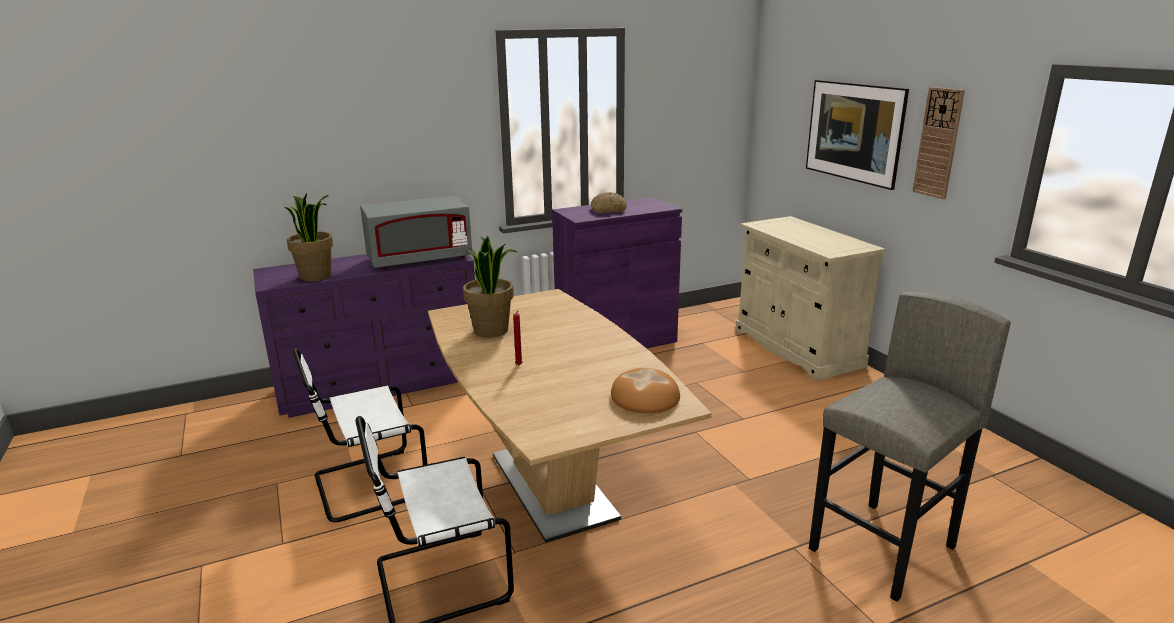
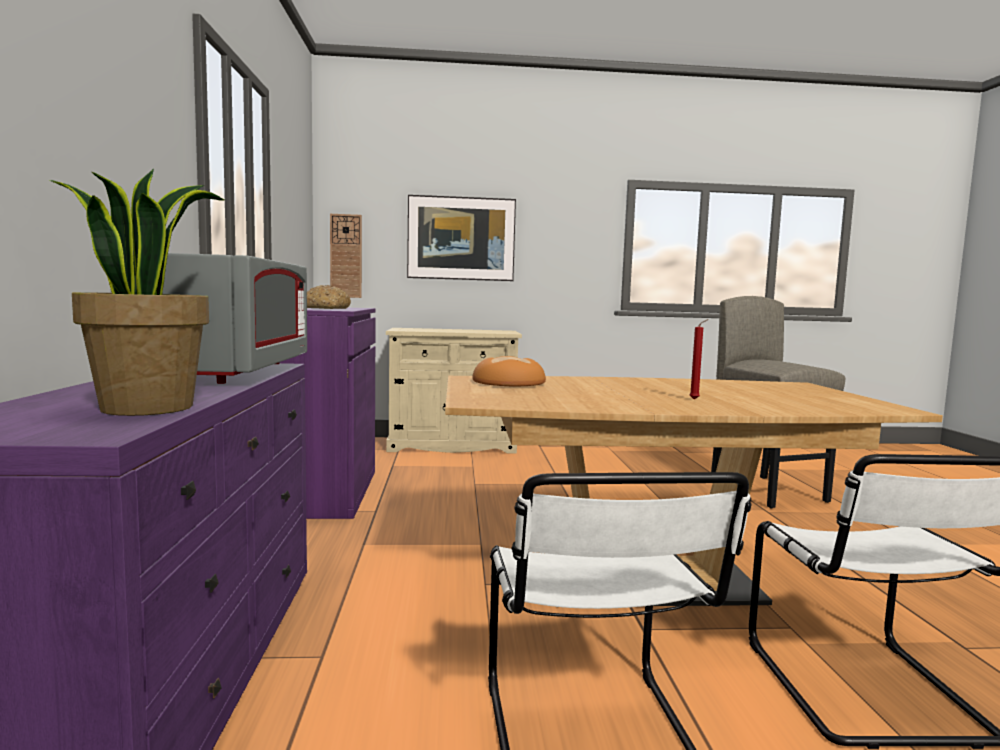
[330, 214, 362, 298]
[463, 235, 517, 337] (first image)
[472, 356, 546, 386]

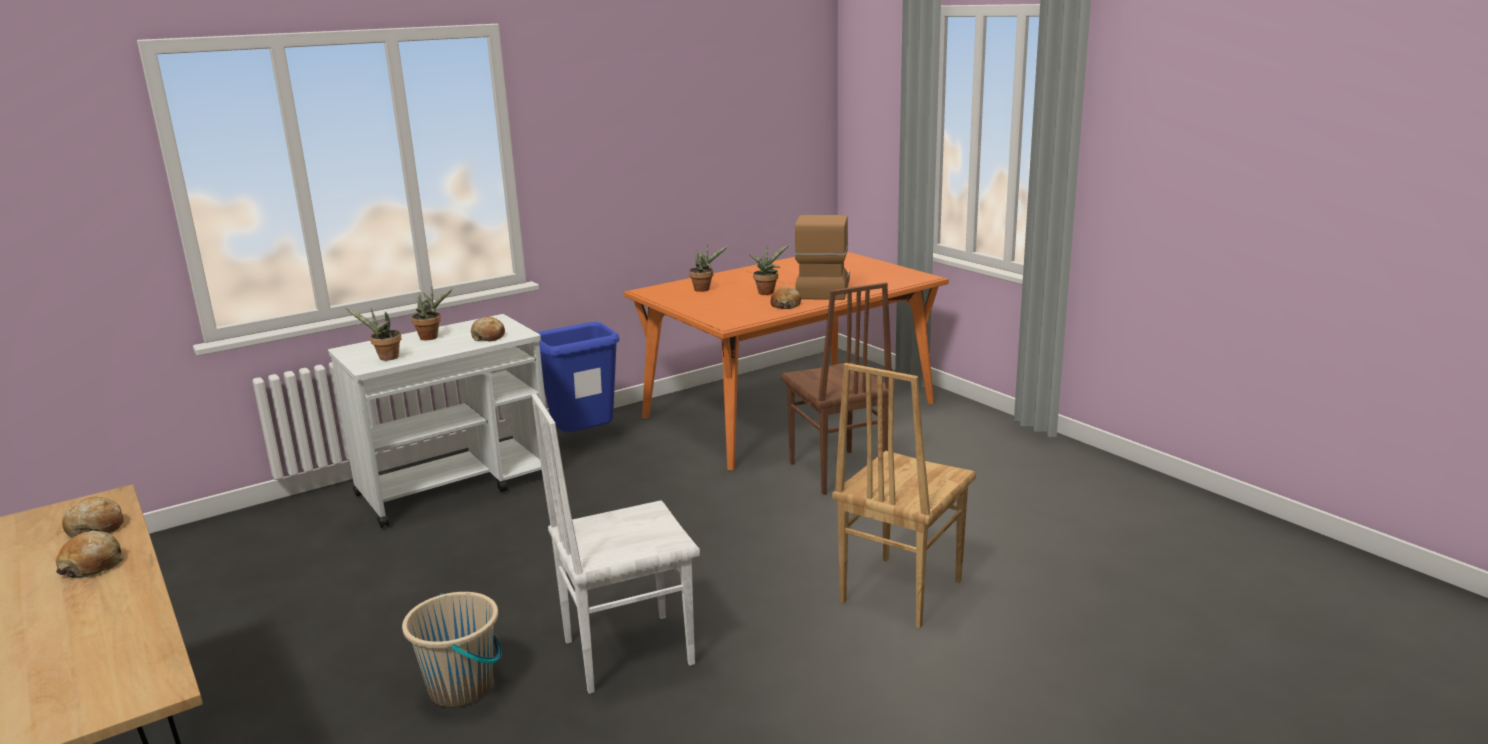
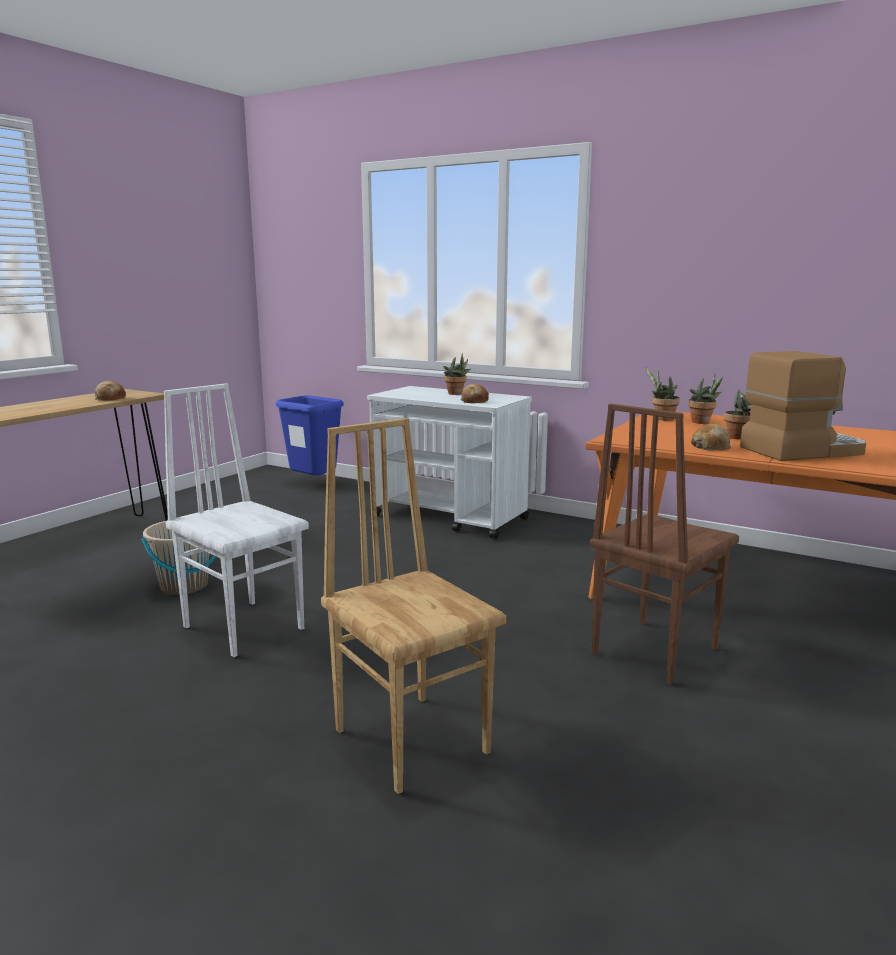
[646, 368, 680, 420]
[276, 395, 344, 475]
[321, 418, 506, 794]
[56, 530, 124, 578] (first image)

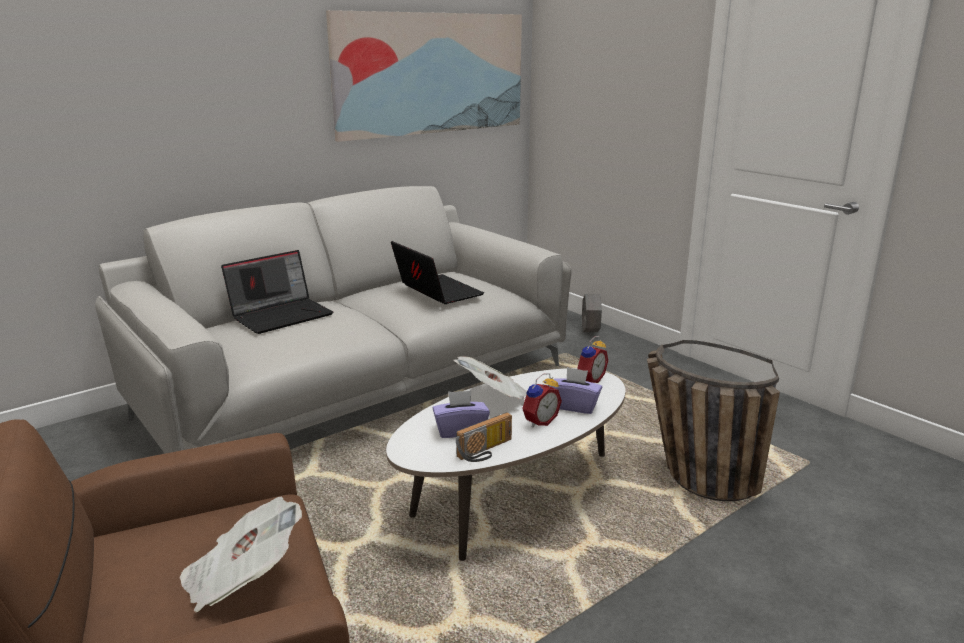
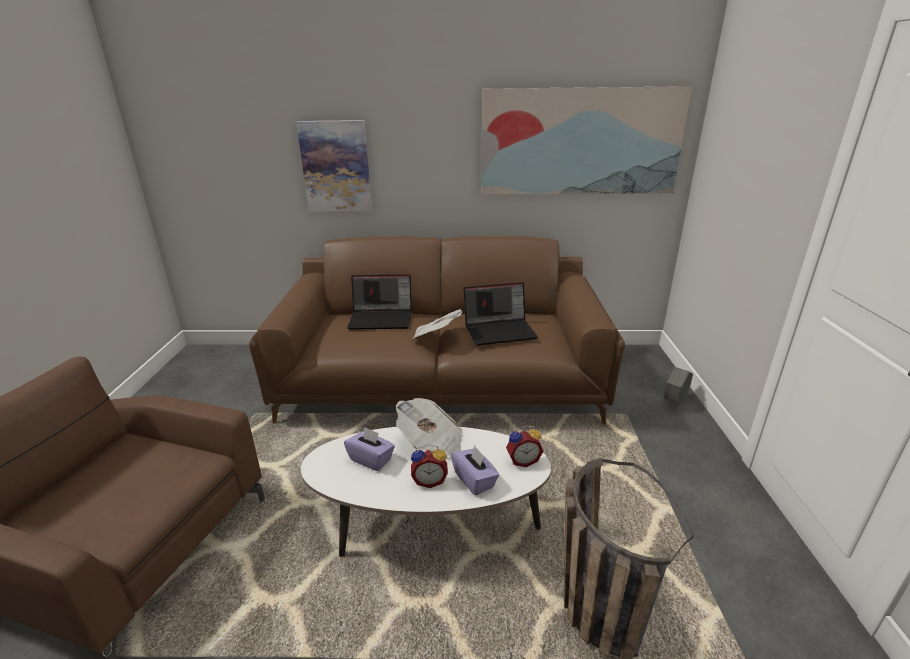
[249, 236, 625, 425]
[464, 282, 538, 345]
[456, 412, 512, 462] (first image)
[413, 309, 463, 338]
[296, 120, 372, 211]

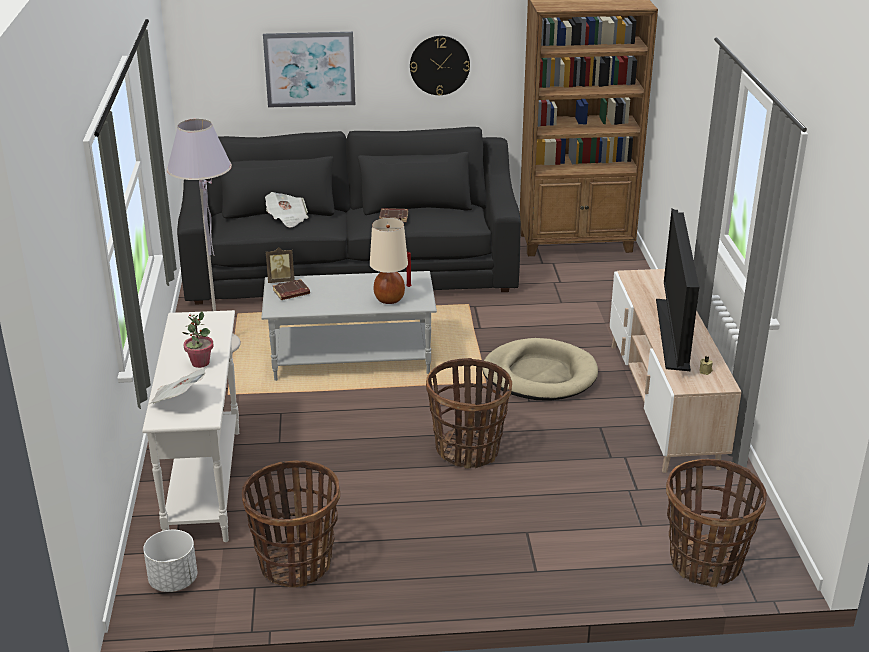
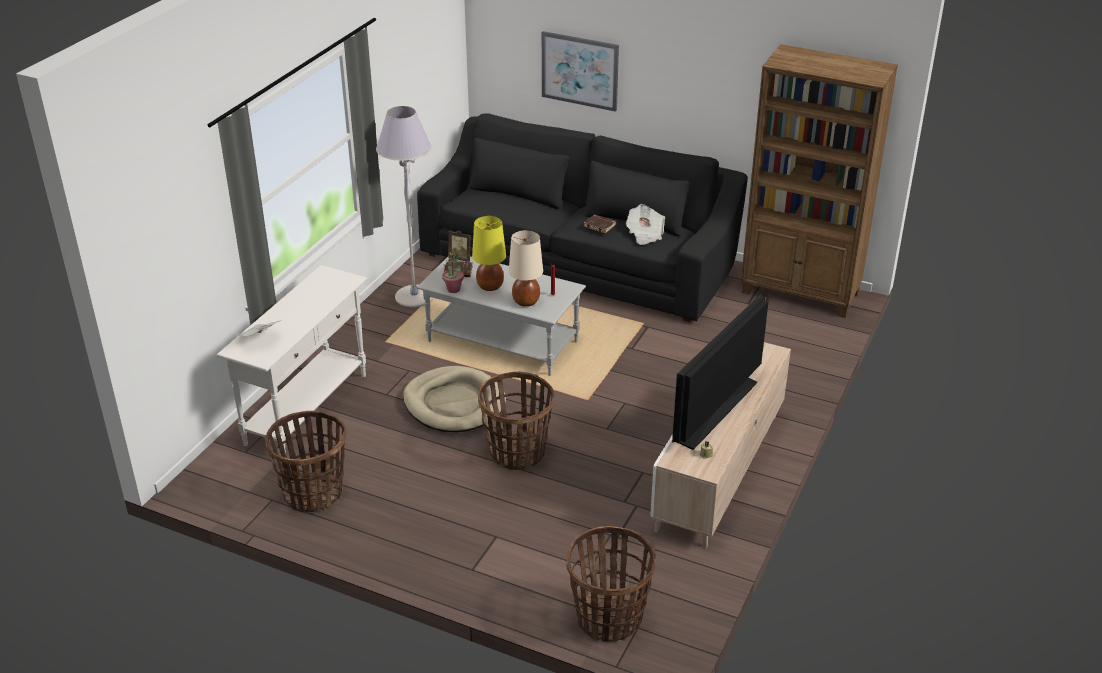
[410, 36, 470, 96] (first image)
[626, 204, 665, 245]
[442, 253, 464, 293]
[403, 366, 506, 432]
[143, 530, 197, 592] (first image)
[472, 216, 506, 291]

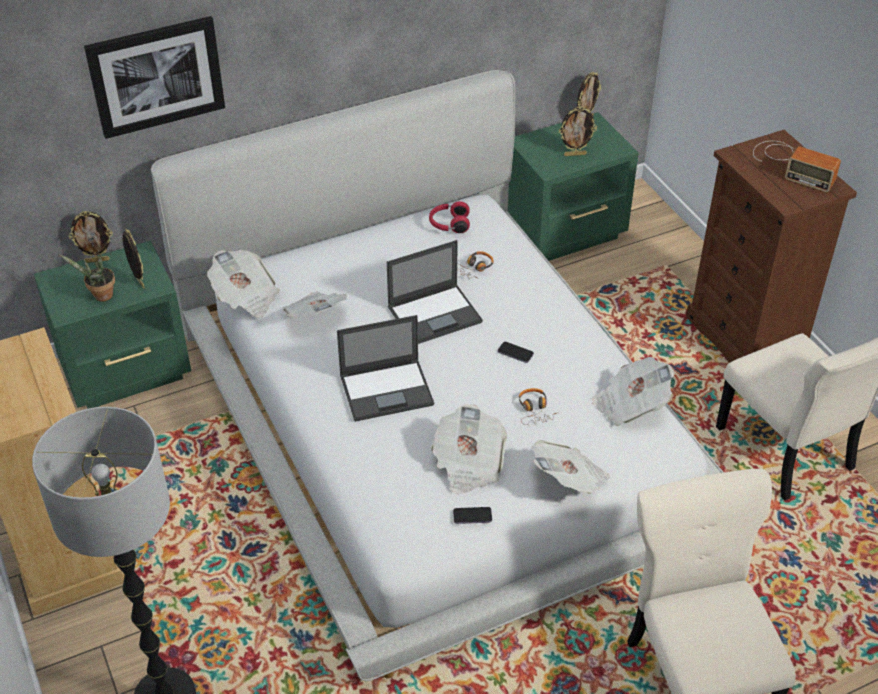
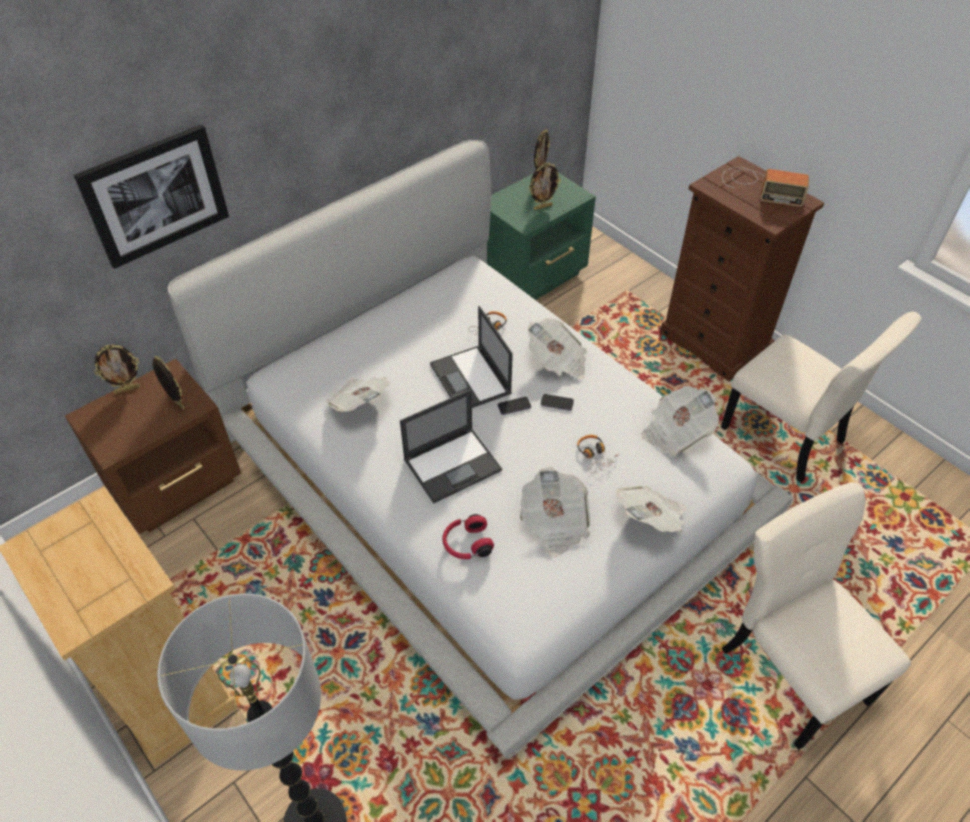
[442, 514, 494, 559]
[430, 306, 513, 408]
[65, 359, 241, 534]
[528, 319, 587, 379]
[58, 254, 115, 302] (first image)
[498, 397, 531, 415]

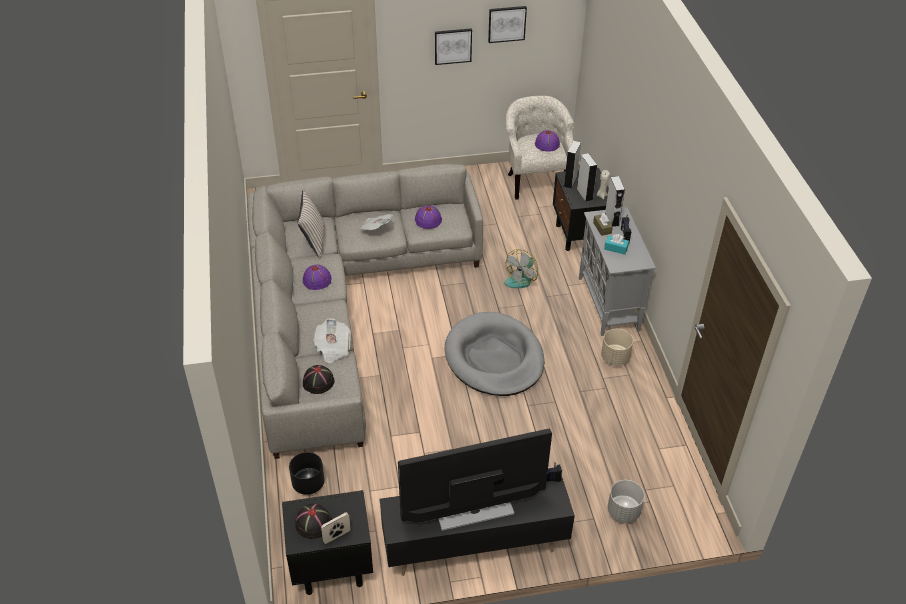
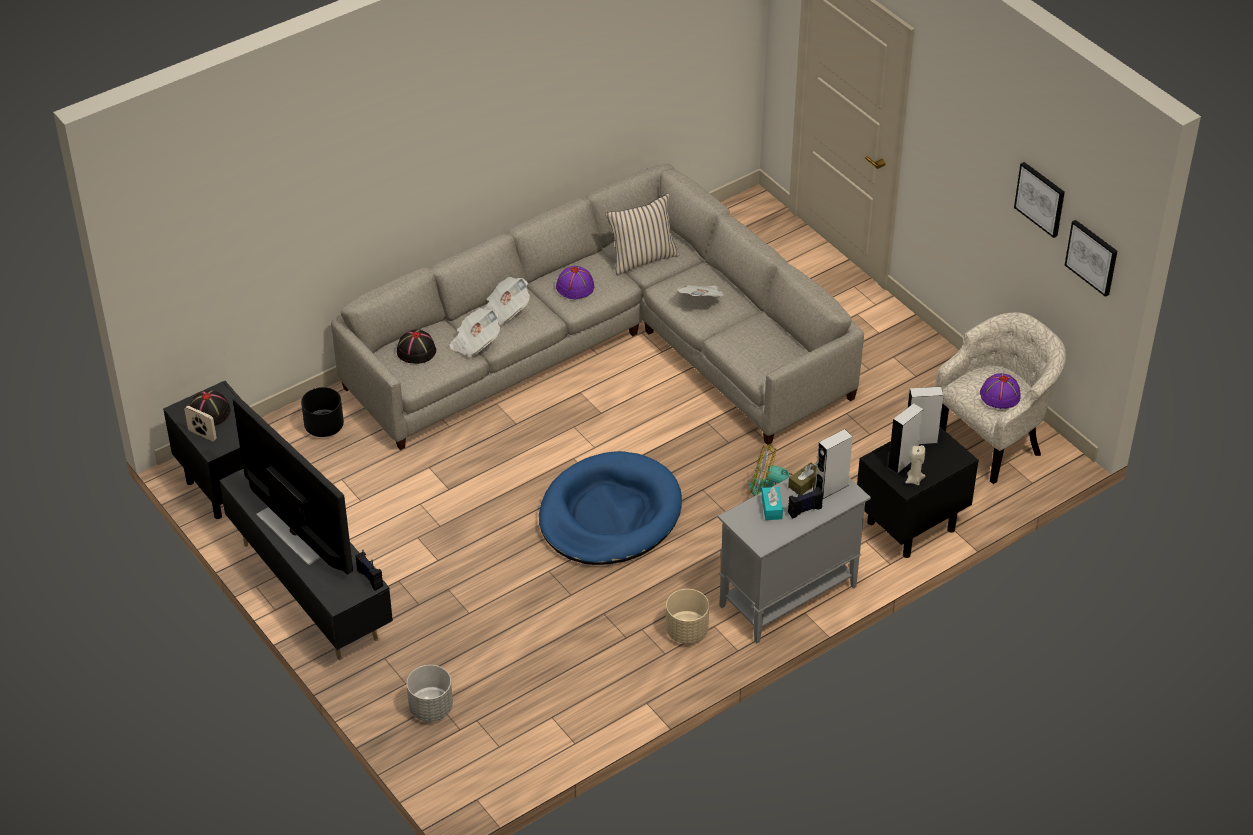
[1065, 220, 1117, 297]
[415, 205, 442, 229] (first image)
[539, 451, 682, 565]
[484, 277, 530, 325]

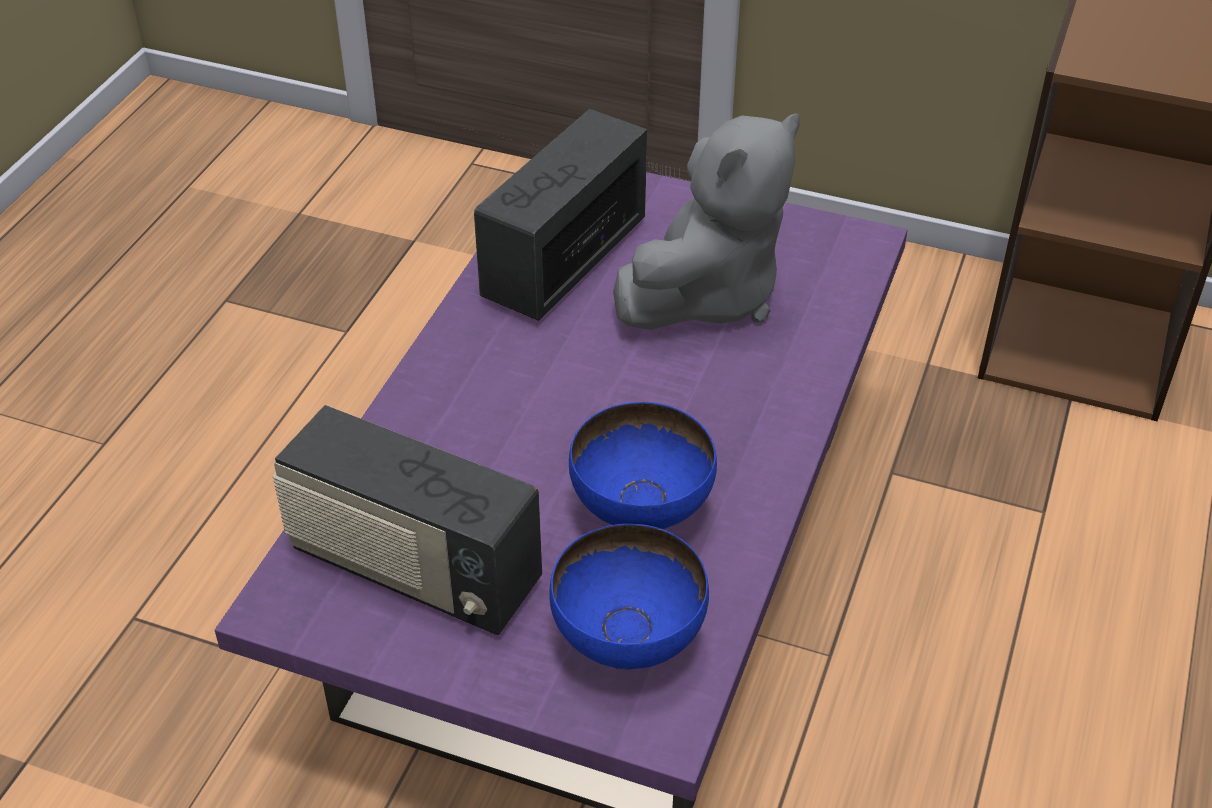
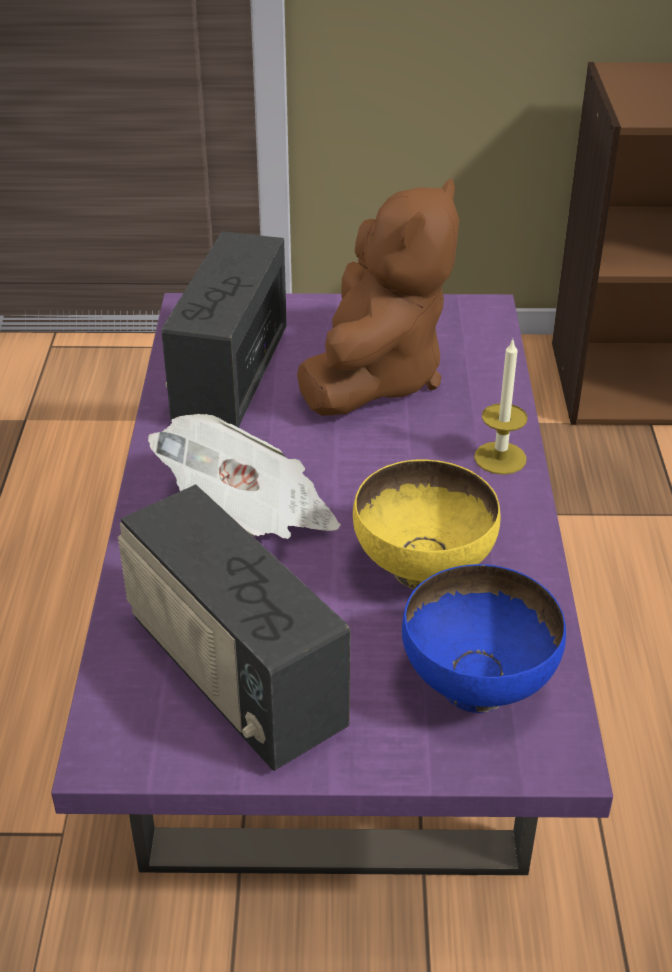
[297, 178, 459, 416]
[353, 459, 500, 589]
[118, 484, 350, 771]
[474, 339, 528, 475]
[148, 414, 341, 539]

